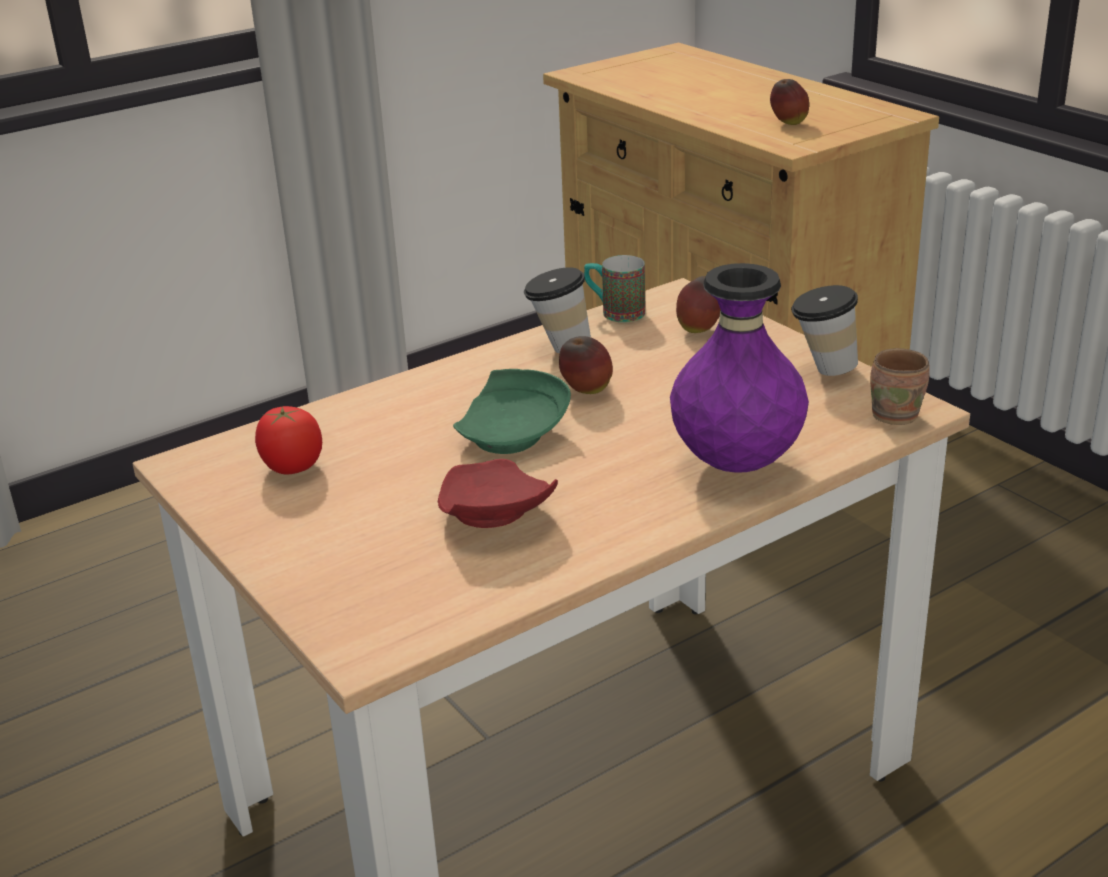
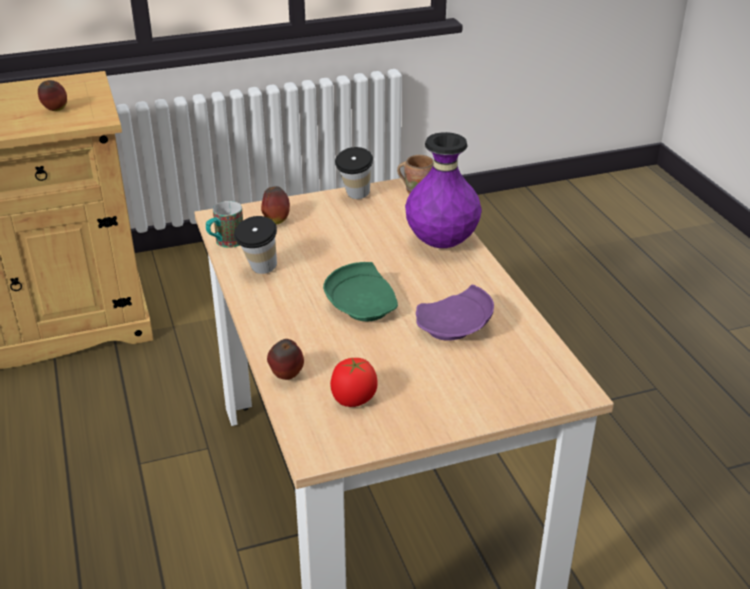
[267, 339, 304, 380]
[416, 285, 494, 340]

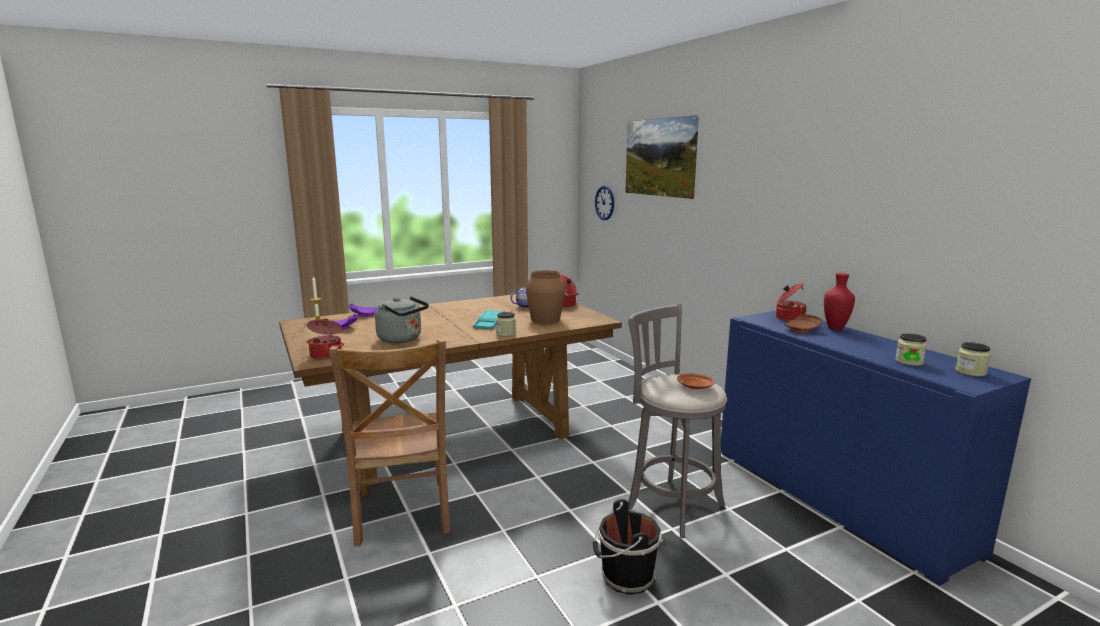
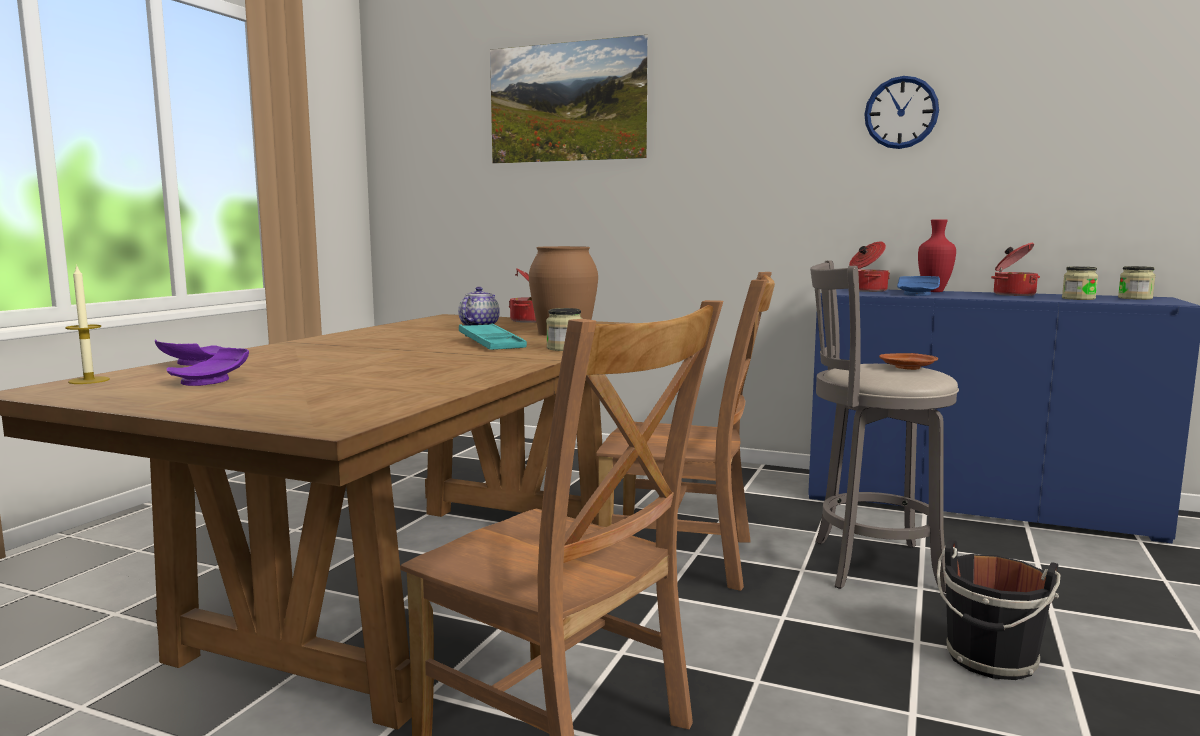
[864, 76, 939, 149]
[375, 296, 429, 343] (first image)
[897, 276, 940, 296]
[991, 243, 1040, 296]
[596, 272, 775, 591]

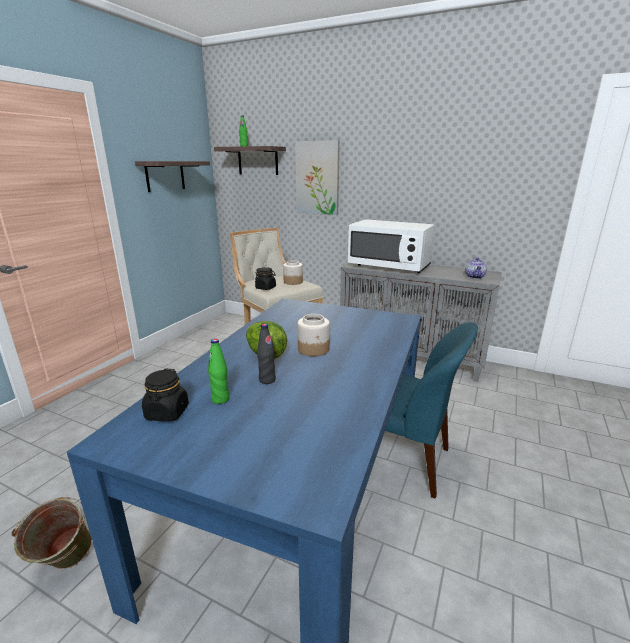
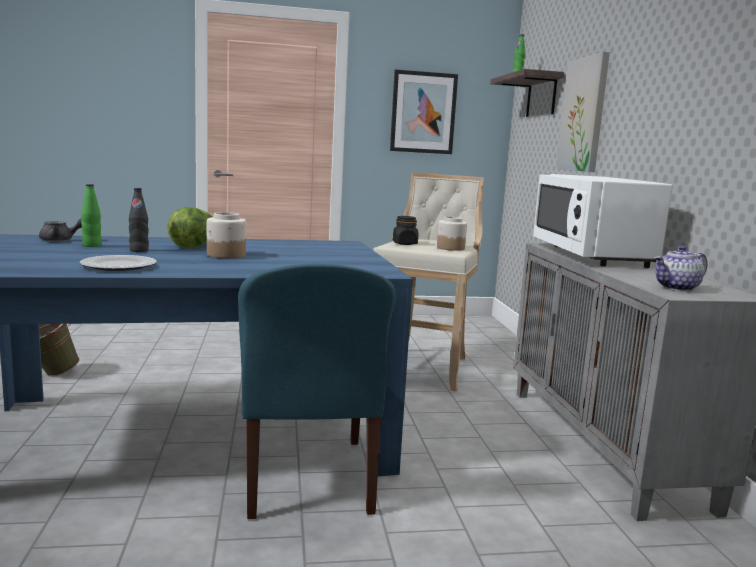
[390, 69, 458, 154]
[39, 218, 82, 242]
[80, 255, 157, 271]

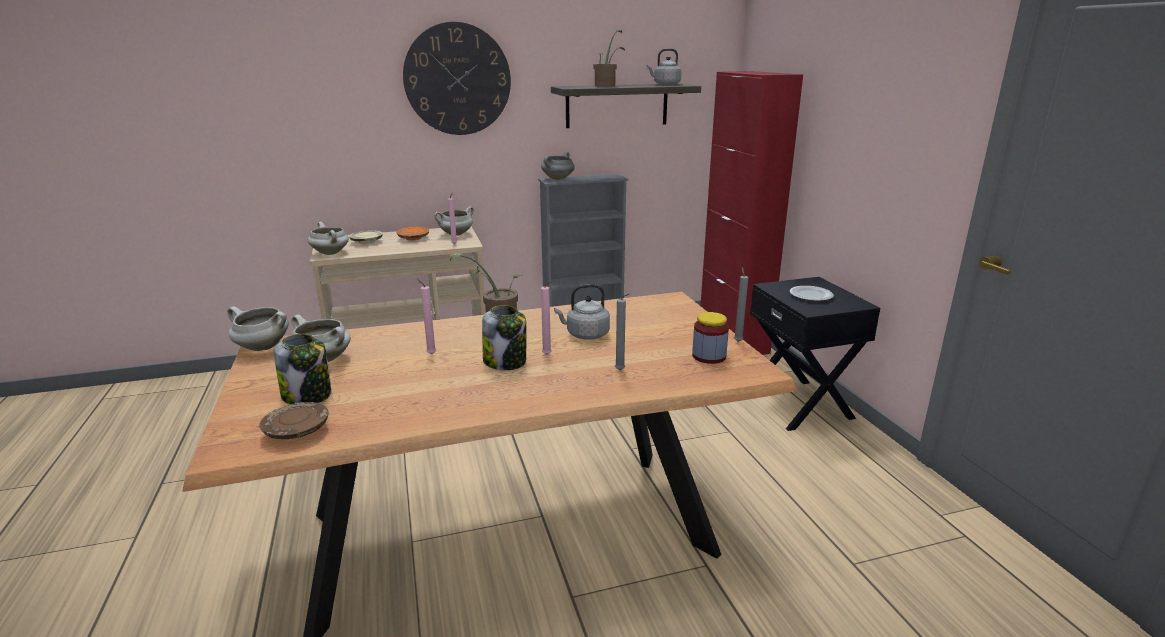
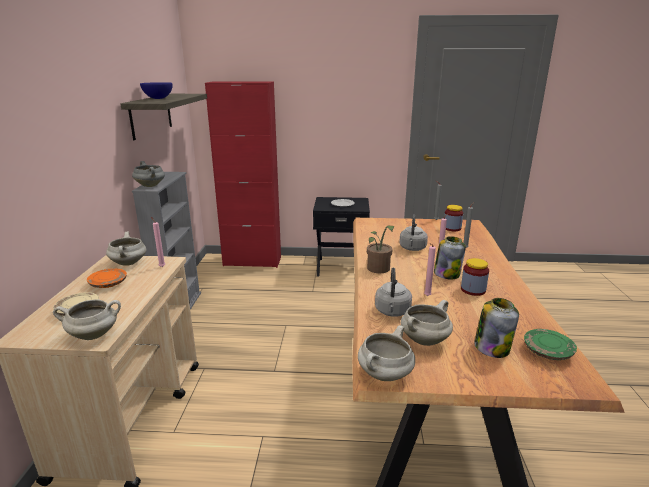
[403, 22, 511, 135] (first image)
[140, 82, 173, 99]
[375, 268, 412, 317]
[524, 329, 577, 360]
[461, 258, 489, 296]

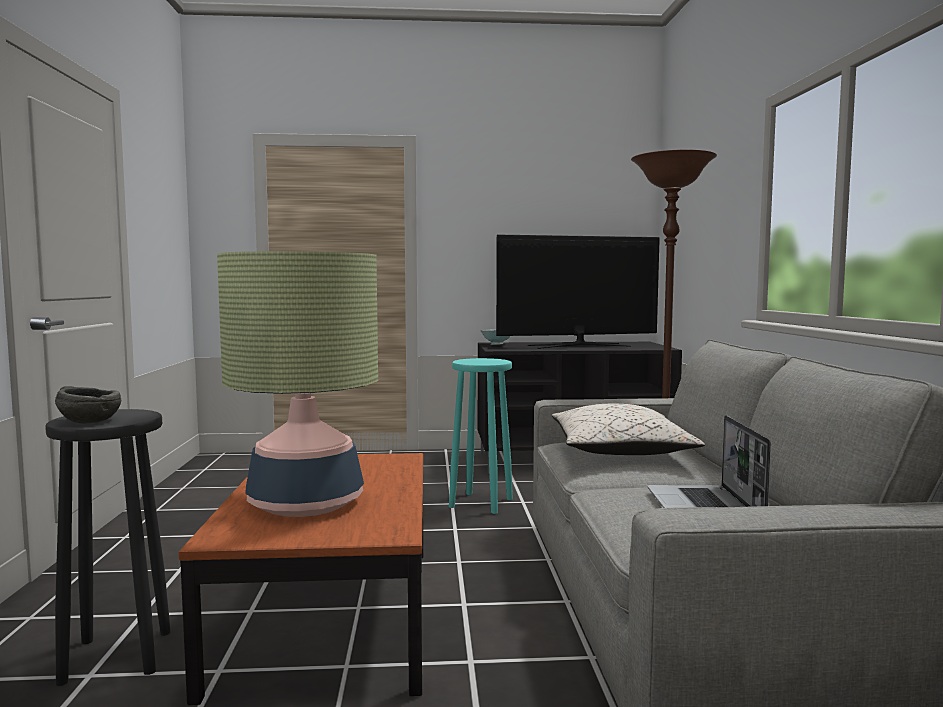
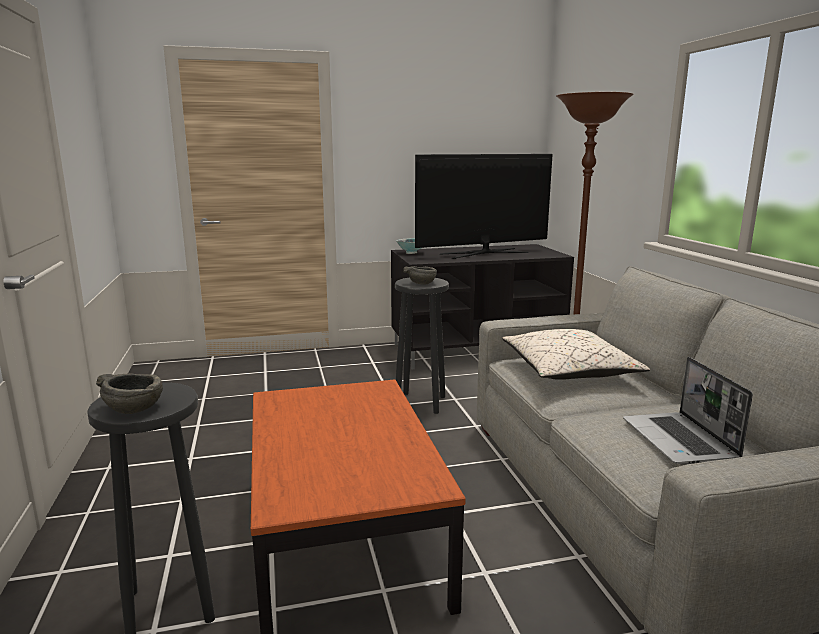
[217, 251, 378, 517] (first image)
[395, 277, 449, 414]
[403, 266, 437, 285]

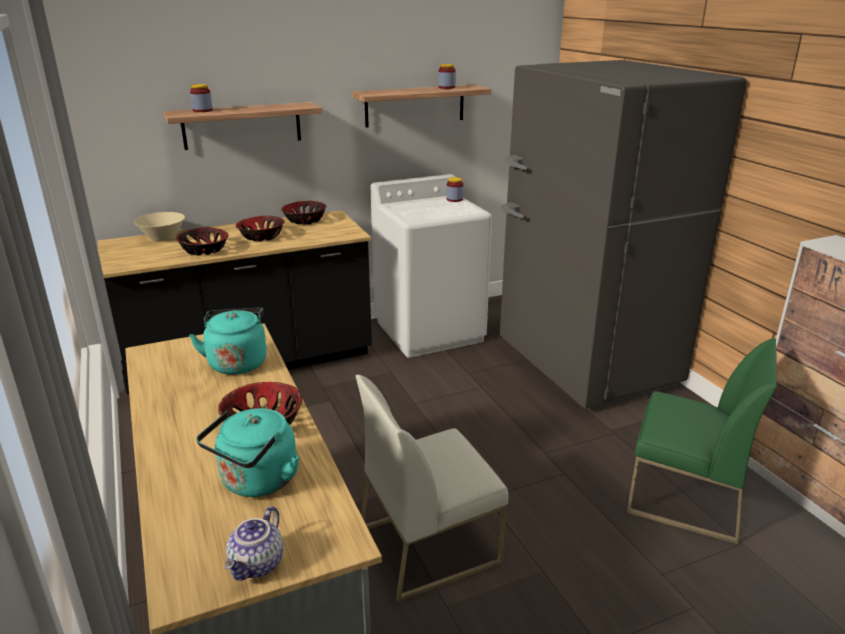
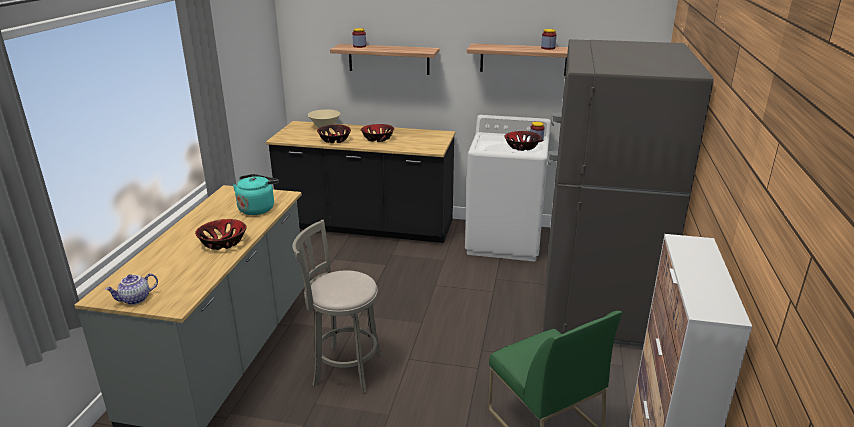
[504, 131, 541, 151]
[292, 220, 382, 394]
[196, 408, 299, 497] (first image)

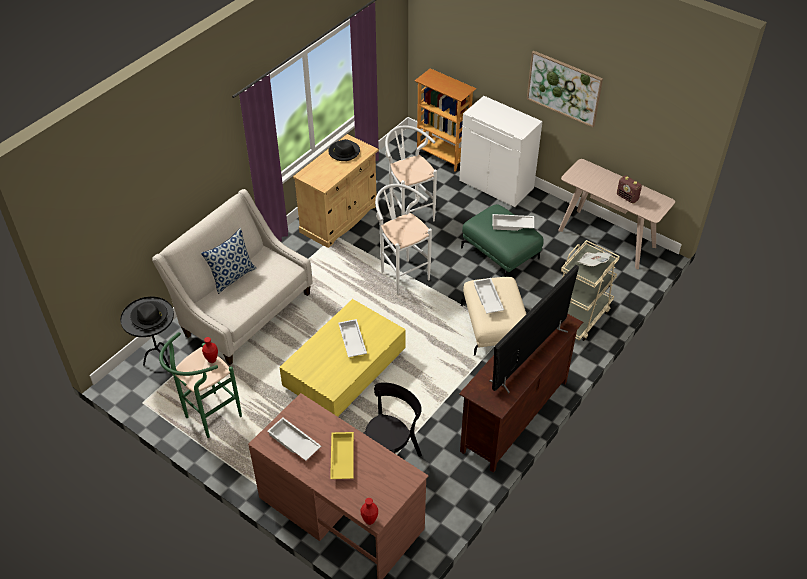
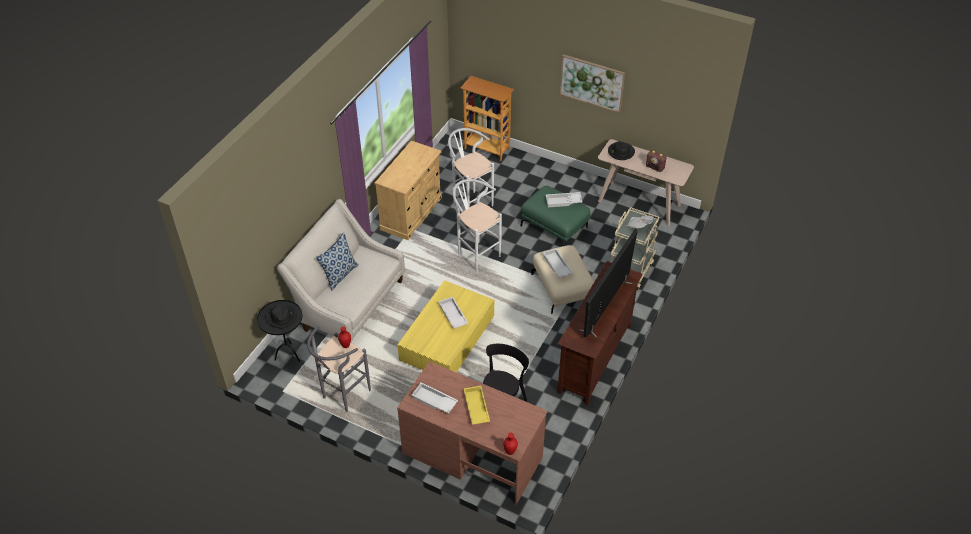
[459, 96, 543, 208] (first image)
[608, 141, 635, 160]
[307, 326, 371, 412]

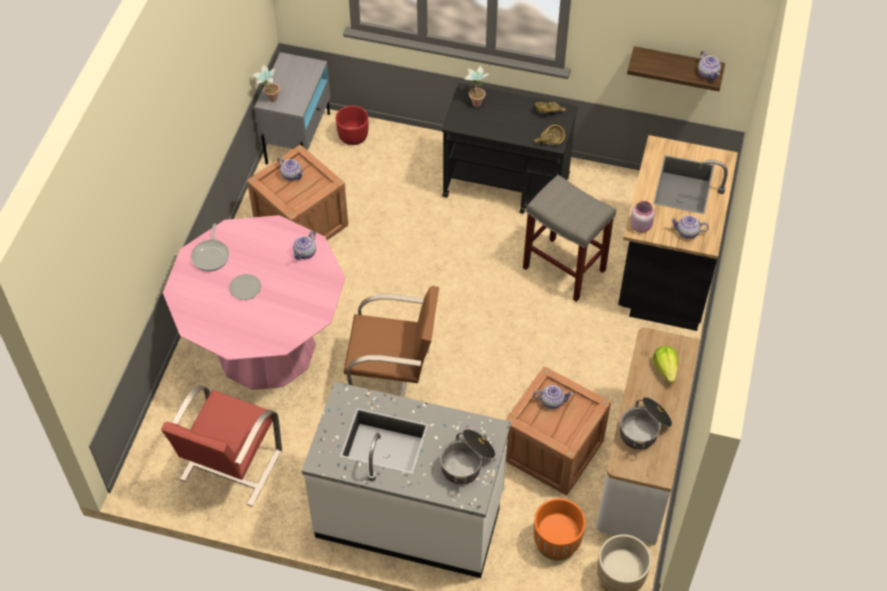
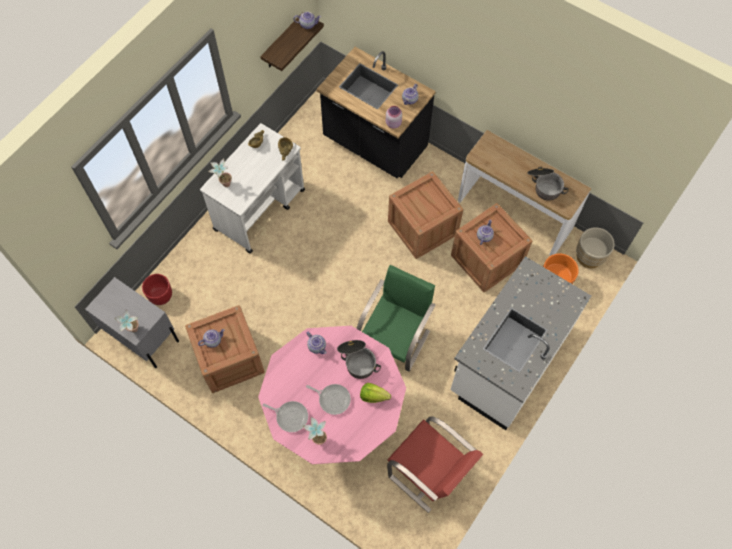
[200, 123, 305, 254]
[523, 175, 616, 302] (first image)
[306, 384, 351, 415]
[356, 265, 436, 372]
[360, 383, 391, 403]
[337, 340, 381, 379]
[388, 171, 463, 259]
[303, 417, 327, 445]

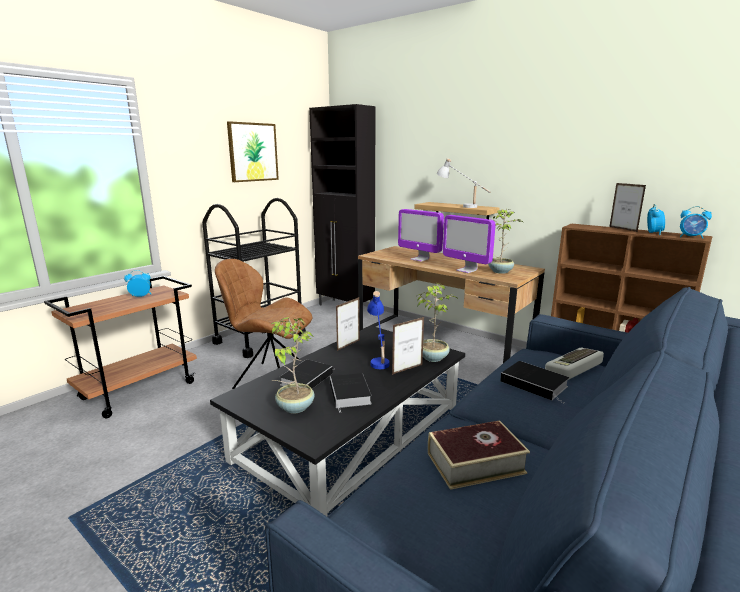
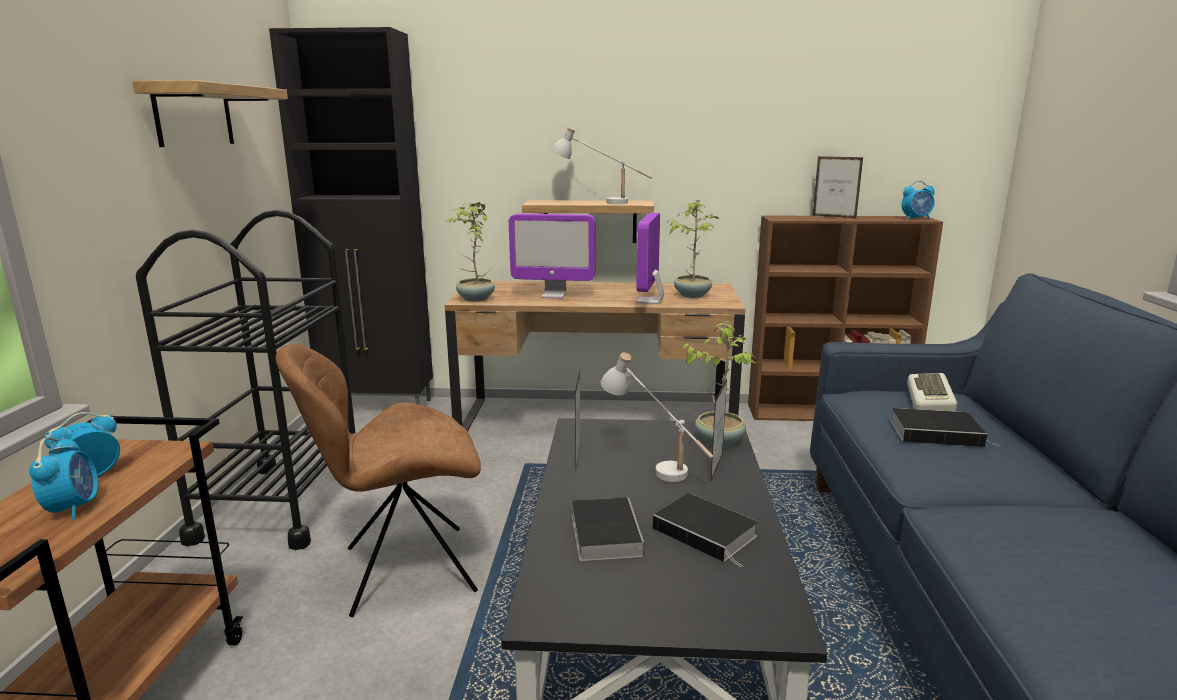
[132, 80, 288, 147]
[29, 437, 98, 520]
[636, 213, 664, 304]
[601, 353, 714, 482]
[446, 202, 495, 302]
[428, 421, 530, 490] (first image)

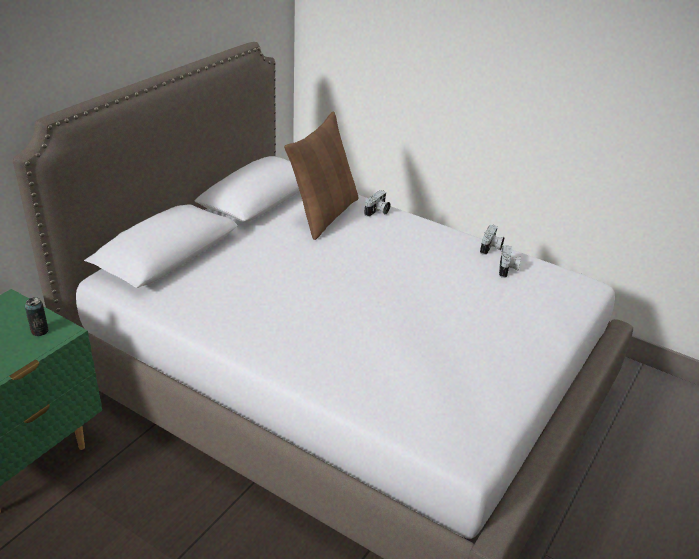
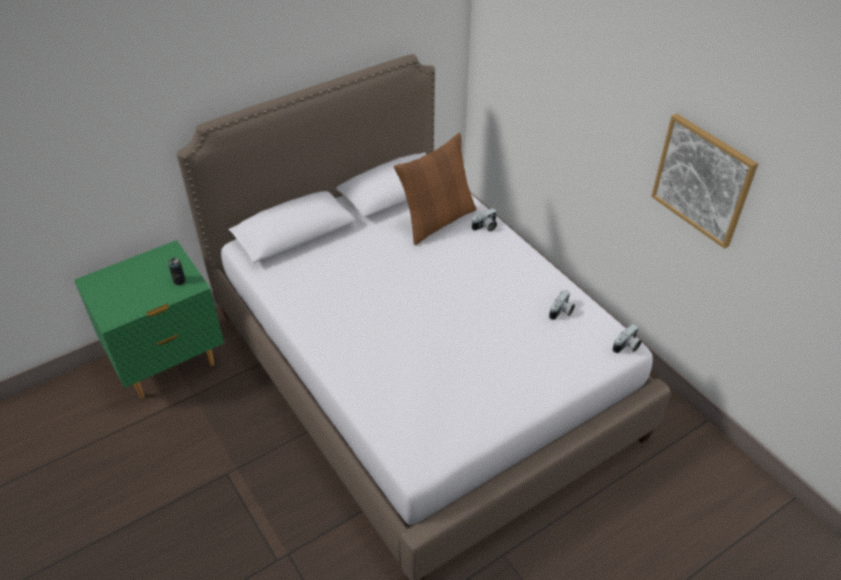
[612, 324, 642, 353]
[652, 113, 758, 249]

